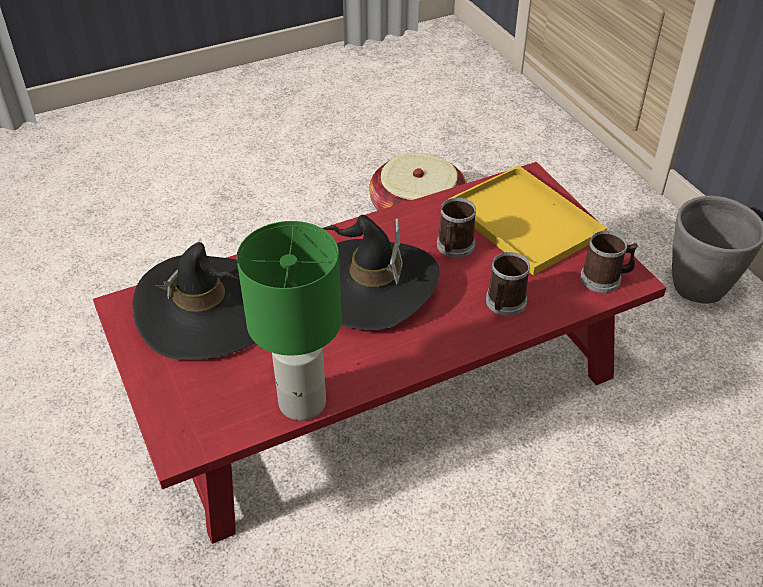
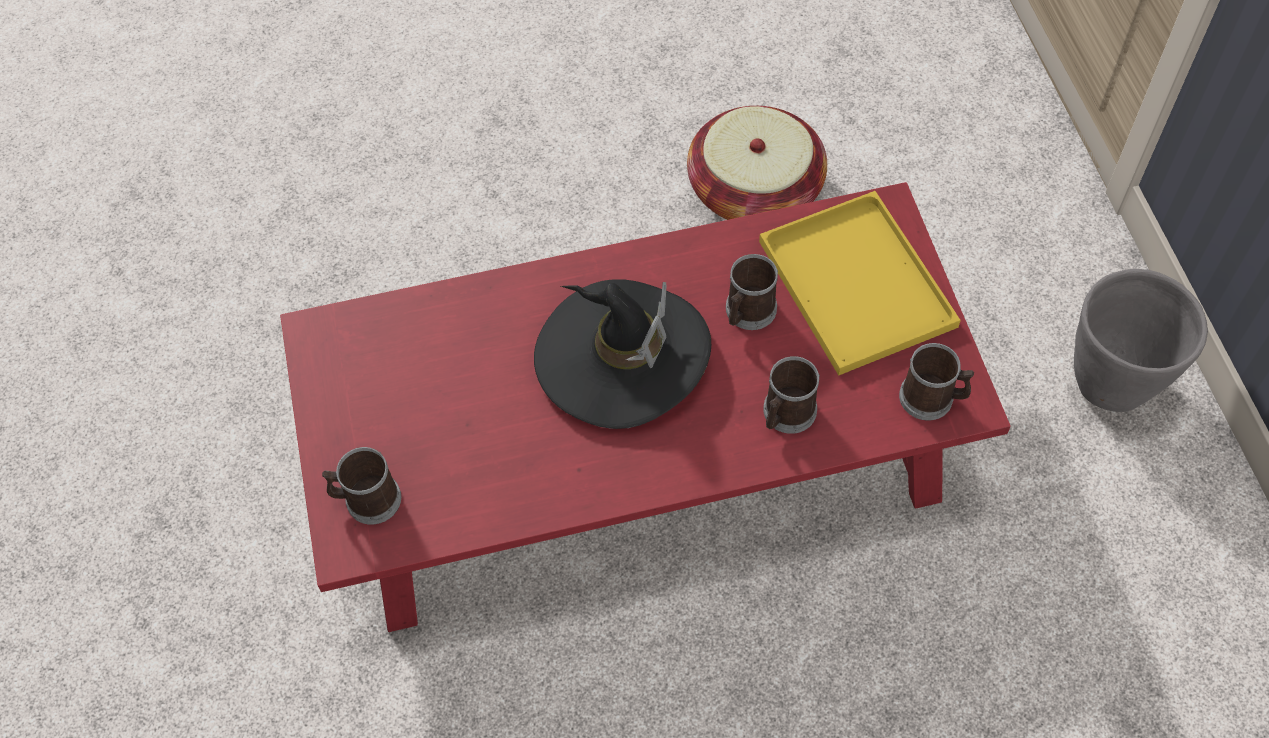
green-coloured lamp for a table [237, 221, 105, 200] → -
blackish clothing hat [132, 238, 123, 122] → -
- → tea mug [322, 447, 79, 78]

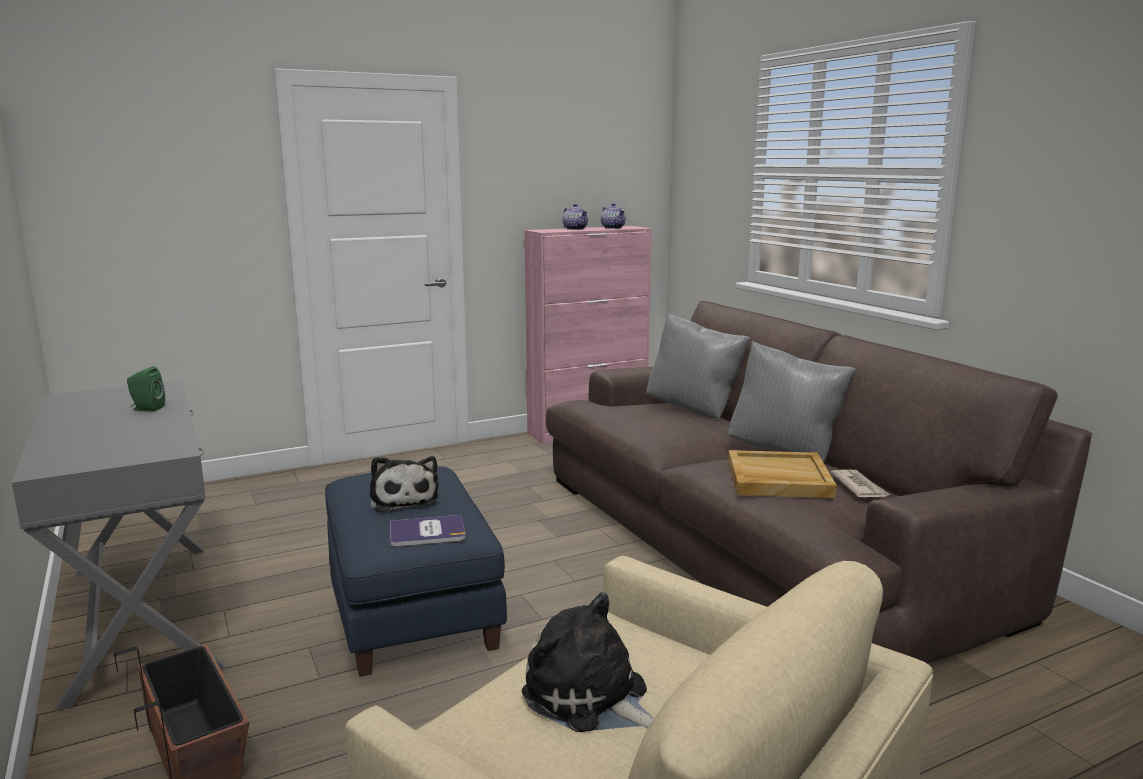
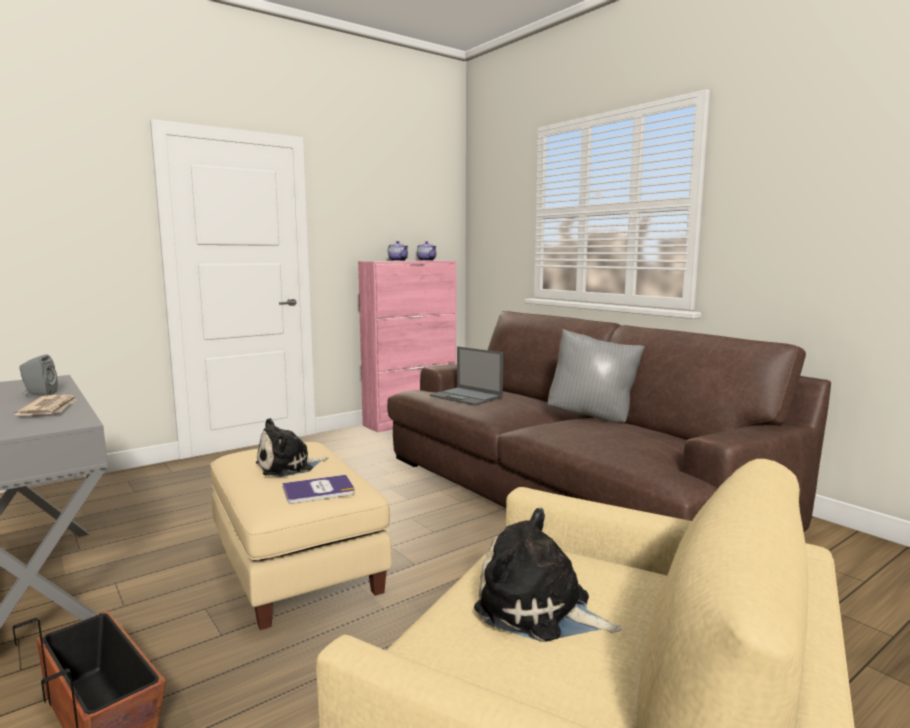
gray pillow [646, 313, 104, 106] → -
green-coloured audio speaker [127, 366, 38, 46] → gray audio speaker [20, 354, 38, 43]
sand-coloured carrying tray [728, 450, 109, 48] → -
cuddly toy [370, 456, 69, 57] → cuddly toy [256, 418, 72, 59], 90 degrees clockwise
bluish footrest [325, 466, 182, 211] → sand-coloured footrest [210, 442, 182, 188]
daily paper [831, 470, 59, 27] → daily paper [14, 395, 63, 20], move
- → laptop [430, 346, 73, 60]

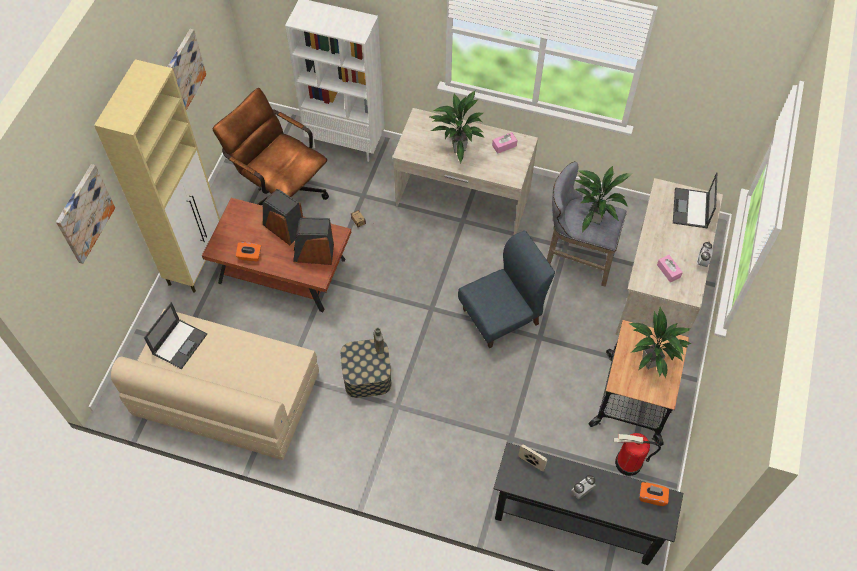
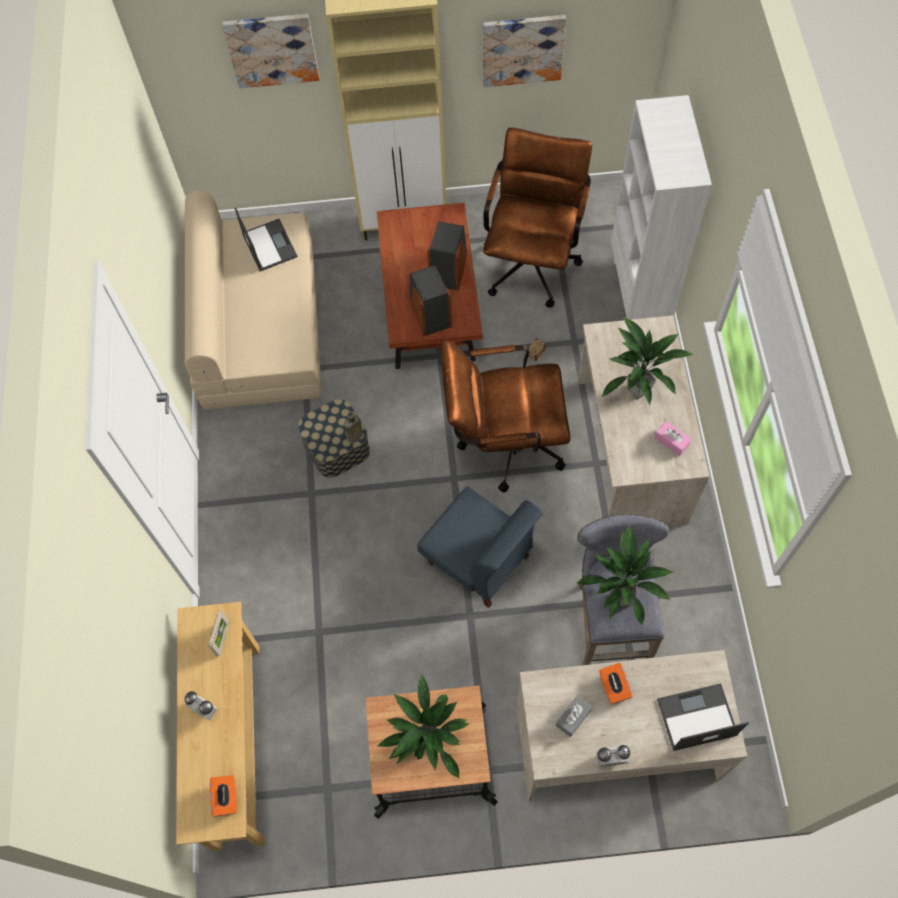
orange tissue box [236, 242, 25, 20] → orange tissue box [599, 663, 34, 41], move
pink-coloured tissue box [657, 255, 26, 28] → gray tissue box [556, 695, 36, 42]
laptop [144, 302, 63, 67] → laptop [235, 208, 63, 63], 120 degrees counterclockwise
fire-fighting cylinder [614, 433, 47, 43] → -
blackish narrow table [494, 443, 189, 122] → sand-coloured narrow table [176, 602, 89, 249]
- → brown office chair [441, 339, 129, 153]

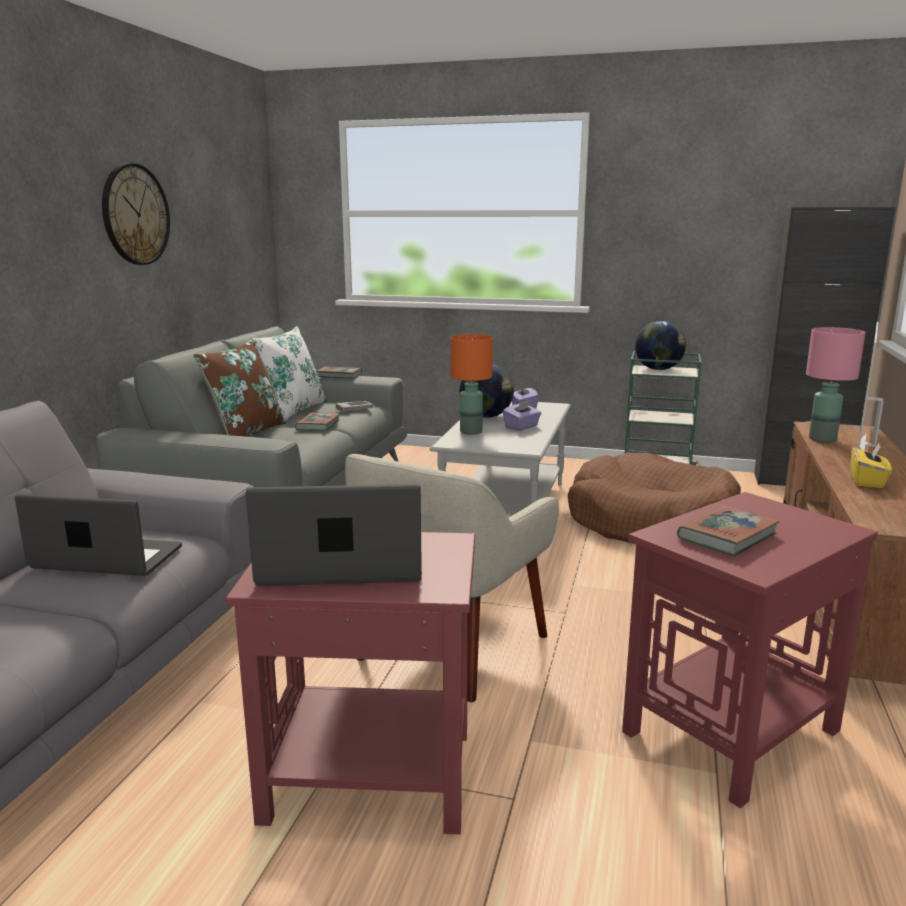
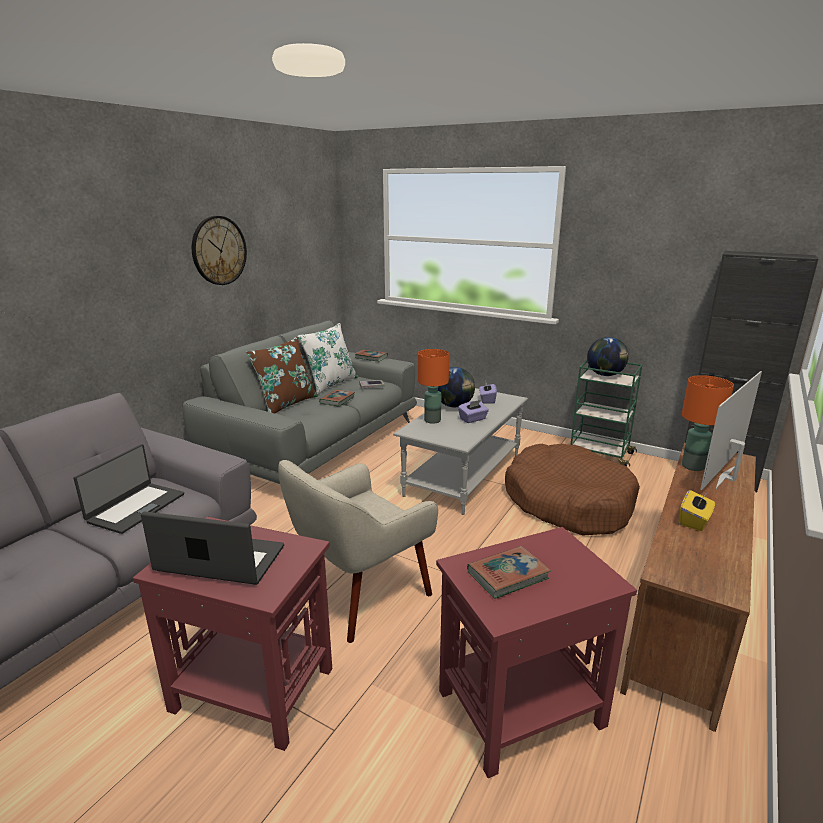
pink-coloured lamp for a table [806, 327, 60, 115] → orange lamp for a table [682, 375, 52, 96]
laptop [15, 494, 167, 82] → laptop [74, 444, 110, 90], 90 degrees clockwise

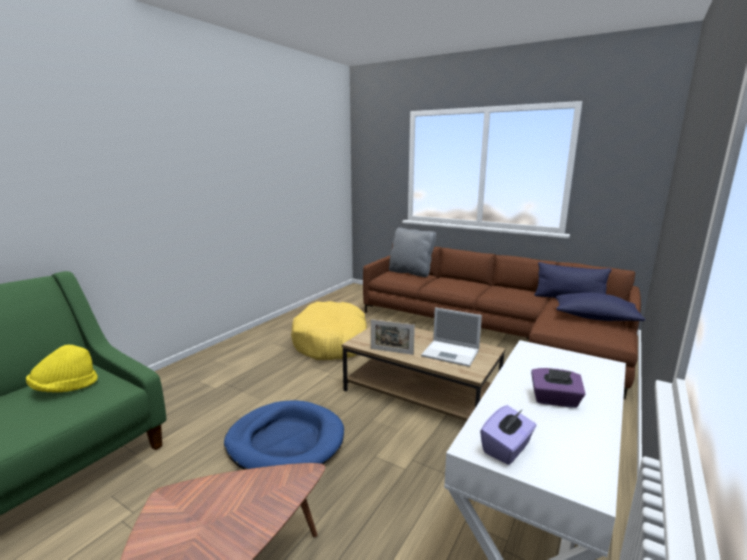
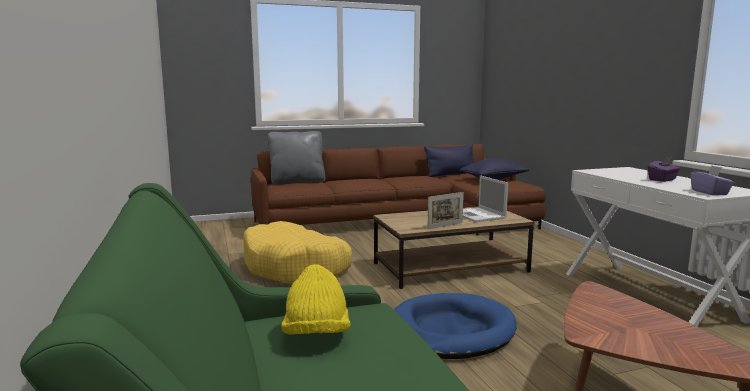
laptop [421, 307, 61, 60] → laptop [463, 175, 45, 47], 90 degrees clockwise

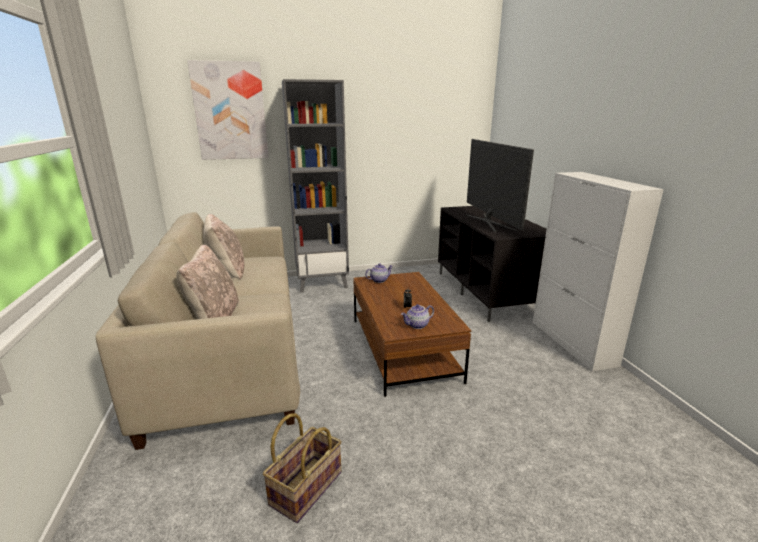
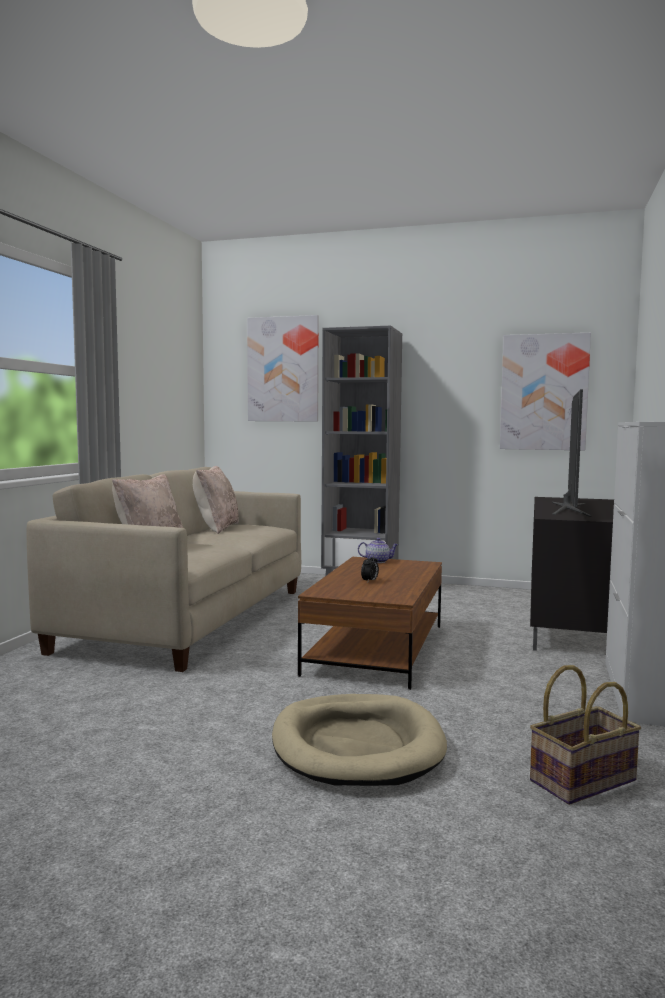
tea pot [401, 304, 33, 25] → -
basket [263, 413, 78, 110] → basket [530, 665, 111, 140], move
- → wall art [500, 333, 91, 117]
- → sand-coloured dog cushion [272, 694, 175, 92]

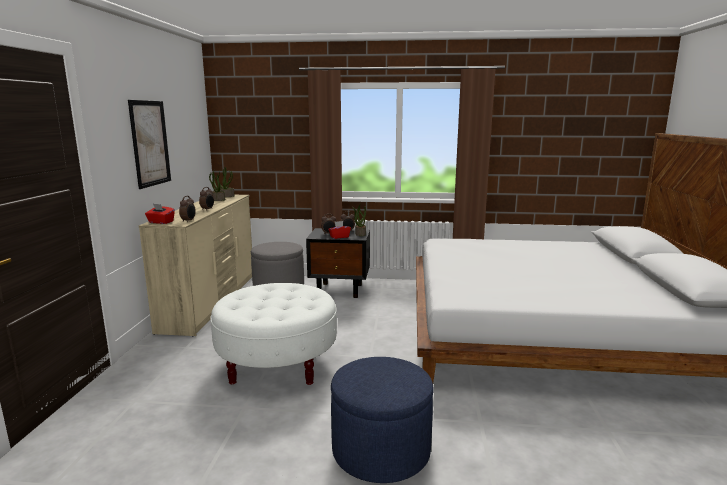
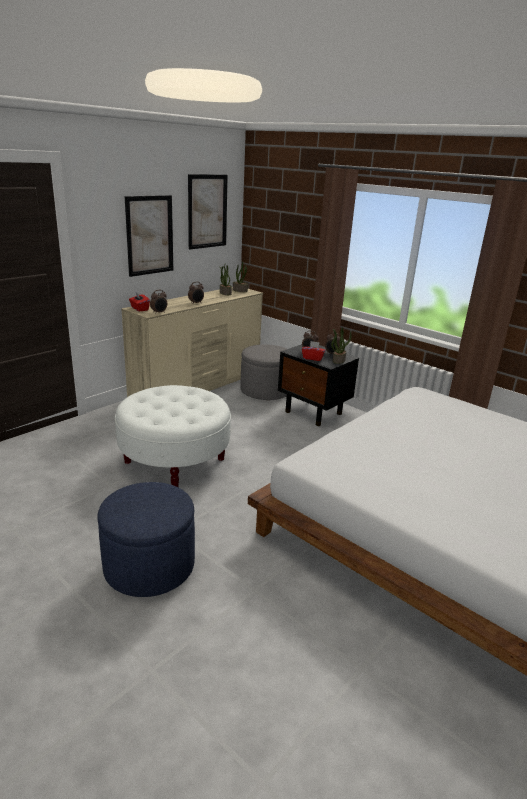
- → wall art [188, 174, 40, 75]

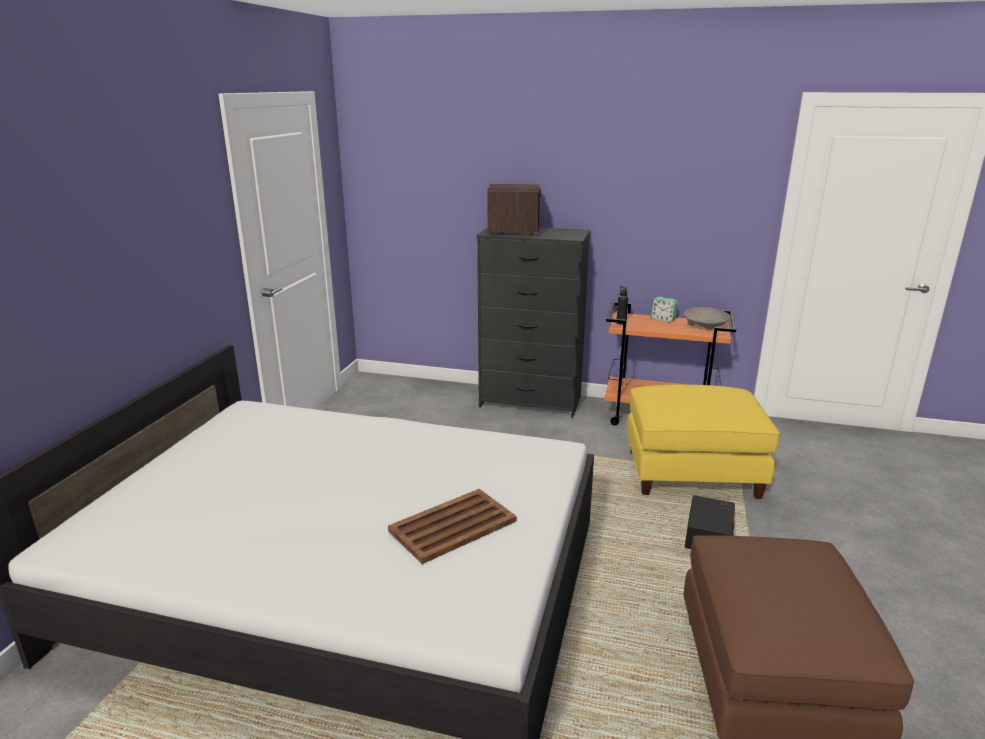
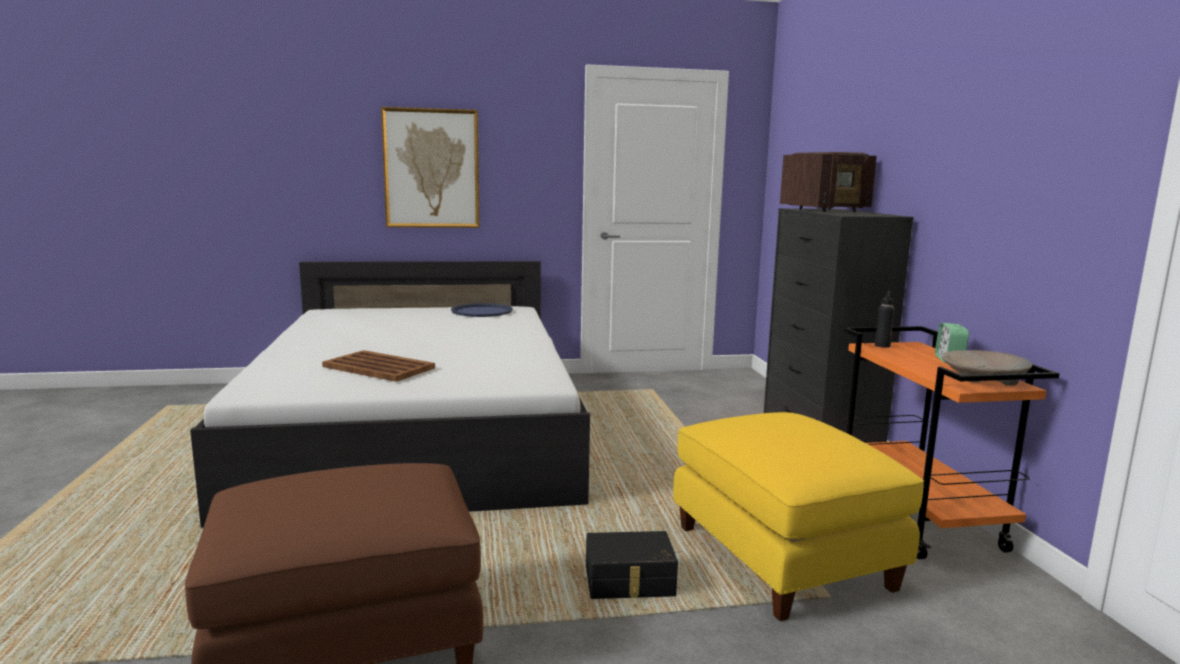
- → wall art [381, 107, 99, 121]
- → bluish carrying tray [451, 303, 62, 14]

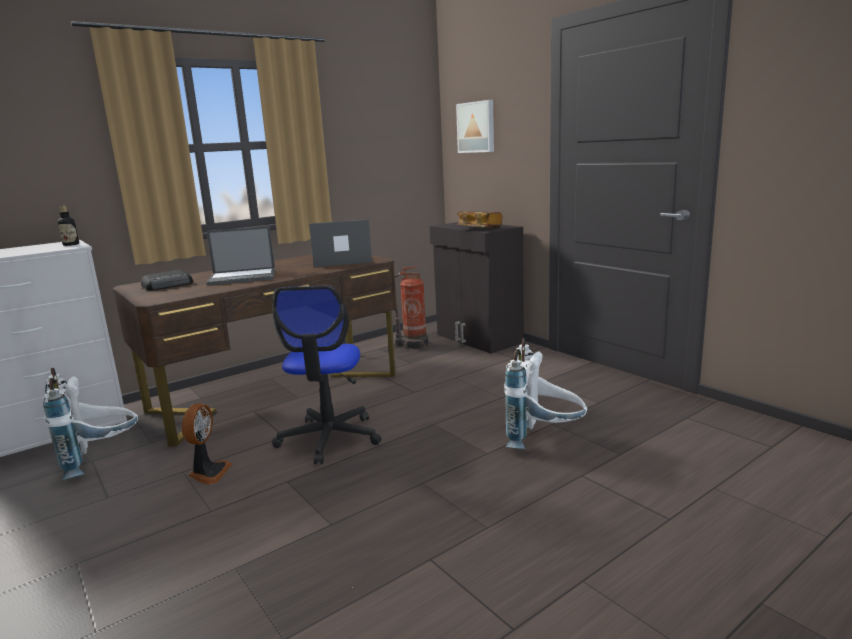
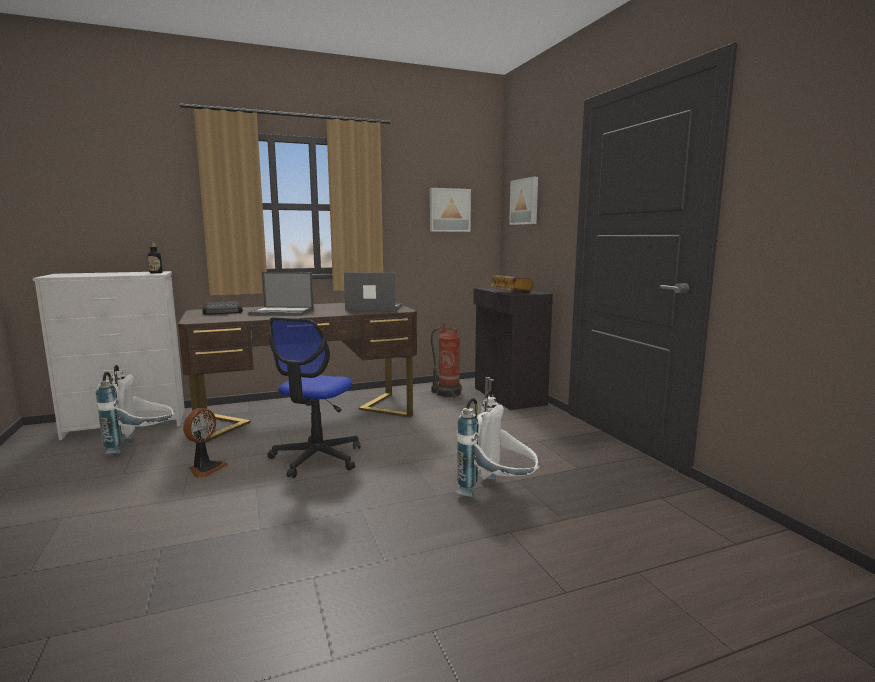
- → wall art [430, 188, 41, 44]

